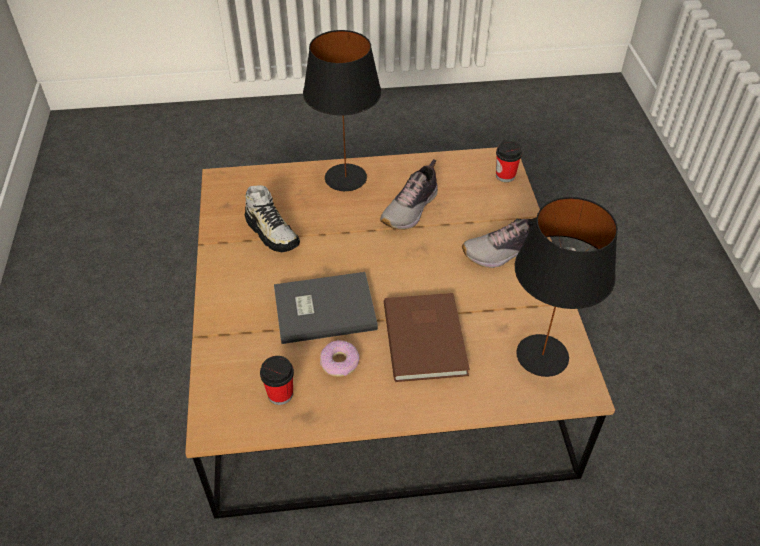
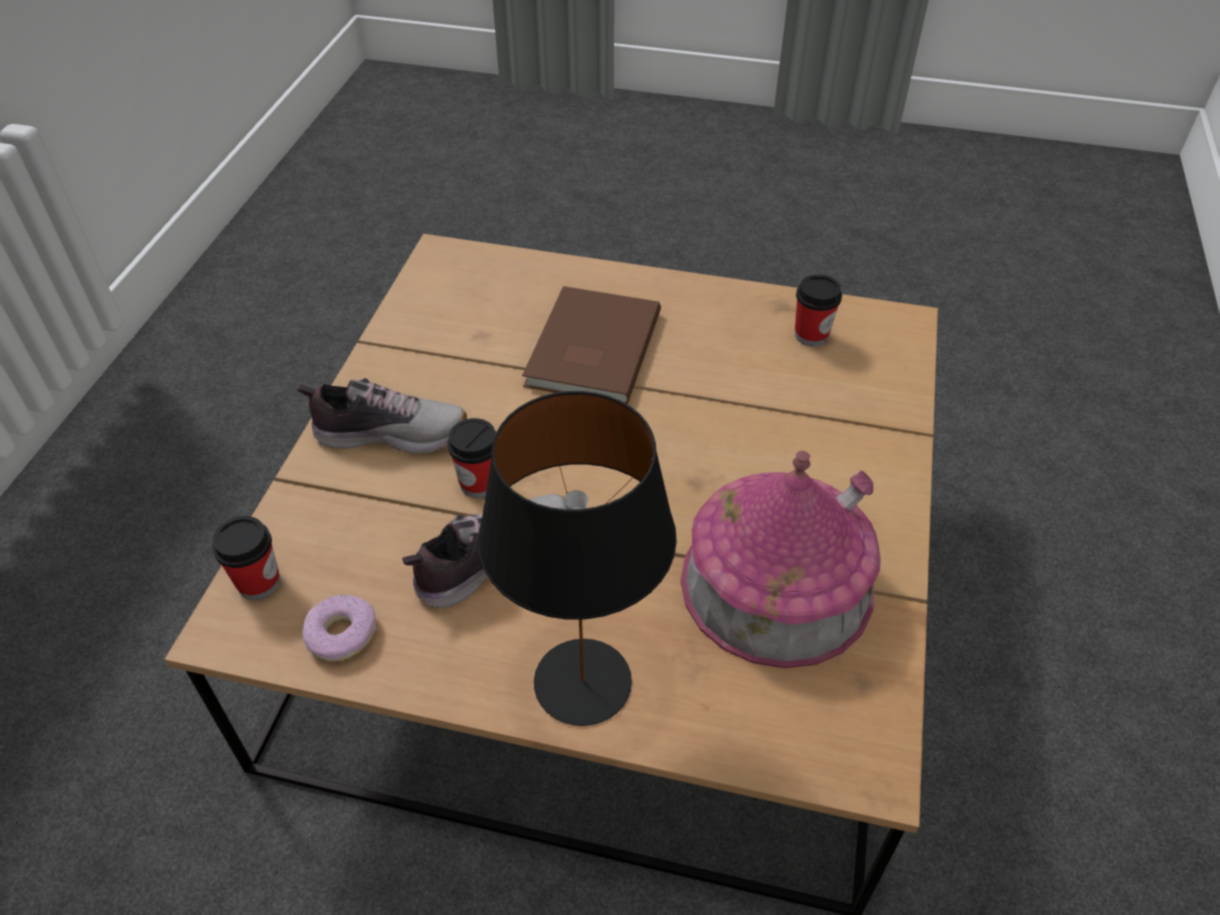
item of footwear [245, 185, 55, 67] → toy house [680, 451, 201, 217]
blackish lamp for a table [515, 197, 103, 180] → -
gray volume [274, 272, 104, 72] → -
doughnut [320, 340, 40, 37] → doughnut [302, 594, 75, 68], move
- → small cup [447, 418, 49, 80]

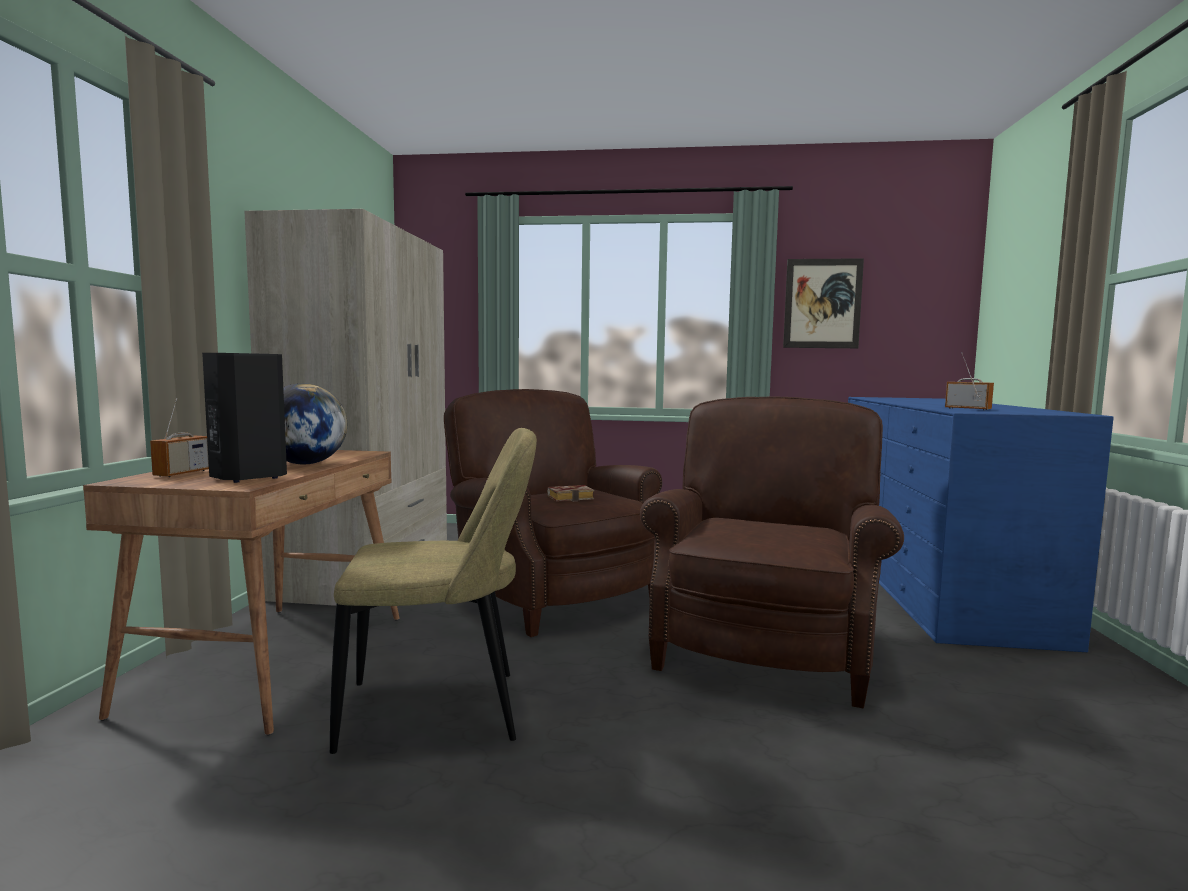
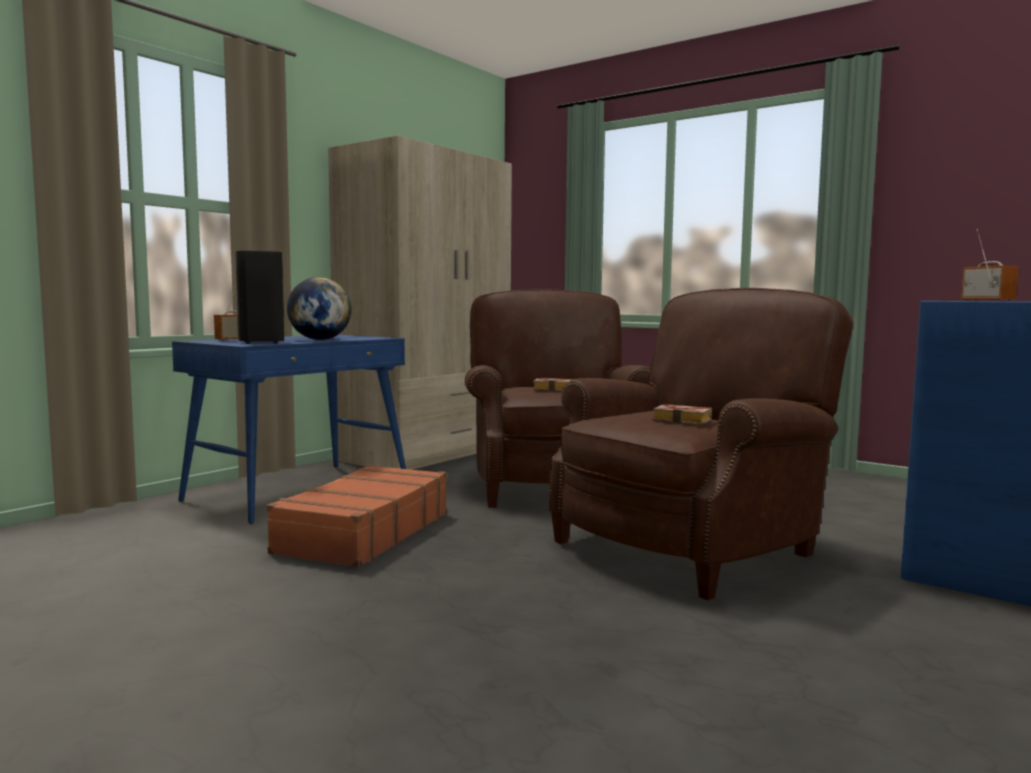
wall art [783, 258, 81, 90] → -
sand-coloured upright chair [330, 428, 207, 326] → brown travel case [266, 465, 181, 103]
brown desk unit [83, 450, 317, 285] → bluish desk unit [172, 335, 234, 189]
- → volume [652, 404, 60, 21]

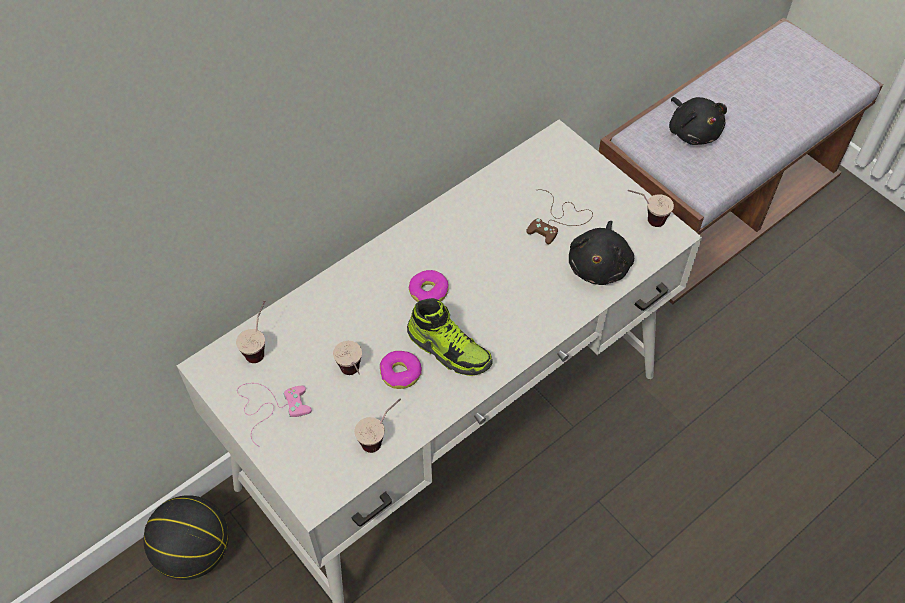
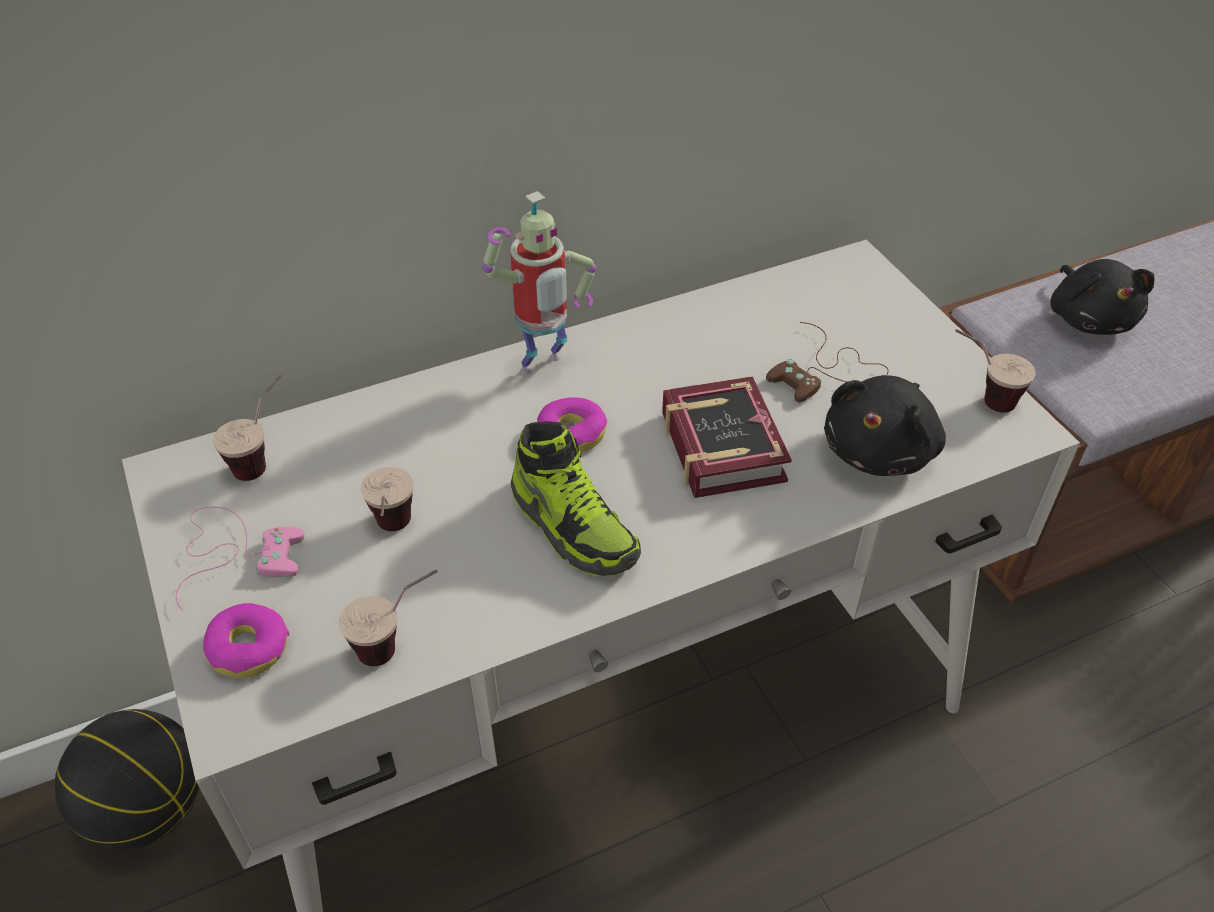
doughnut [380, 351, 42, 38] → doughnut [203, 603, 87, 75], move
- → robot figure [482, 191, 114, 184]
- → volume [662, 376, 130, 122]

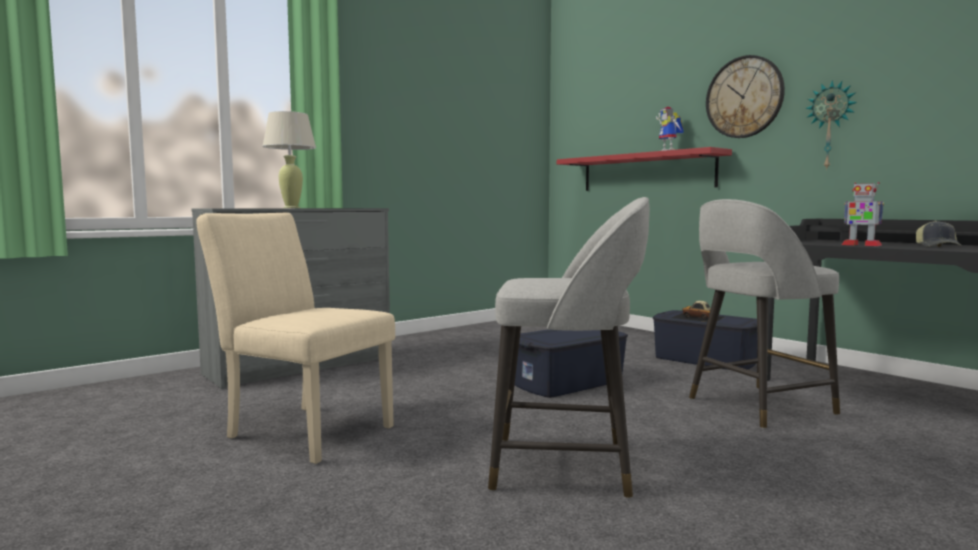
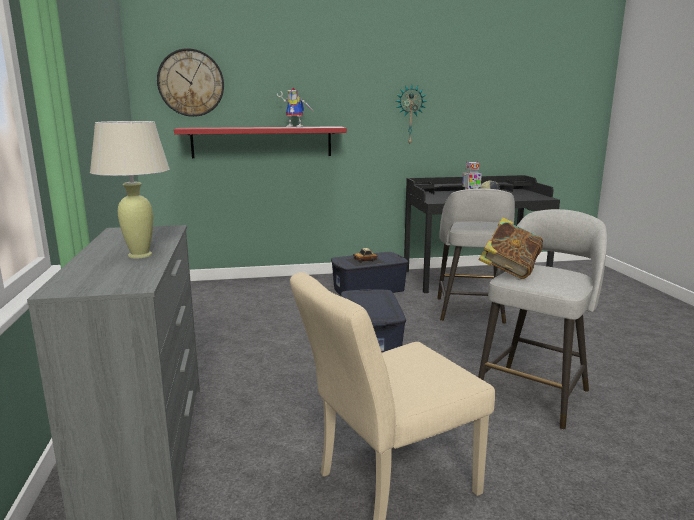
hanging clock [706, 55, 79, 83] → hanging clock [157, 48, 67, 69], move
- → volume [479, 217, 64, 62]

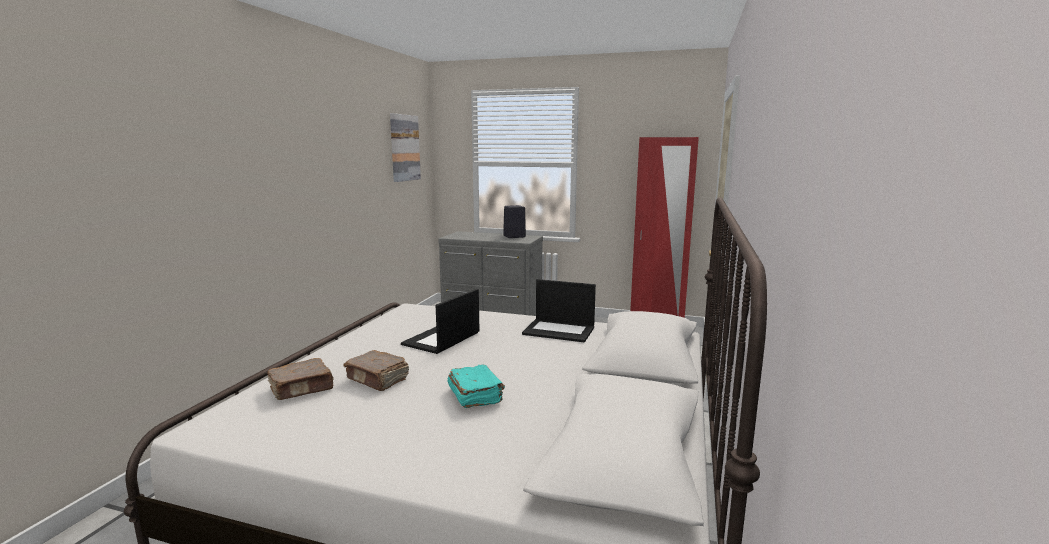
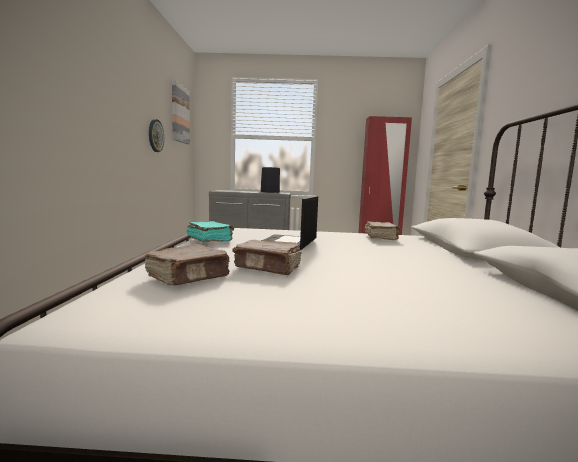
laptop [522, 279, 74, 63] → brown volume [364, 221, 37, 19]
turquoise-coloured volume [447, 364, 58, 44] → turquoise-coloured volume [187, 221, 47, 21], move
- → hanging clock [149, 119, 15, 33]

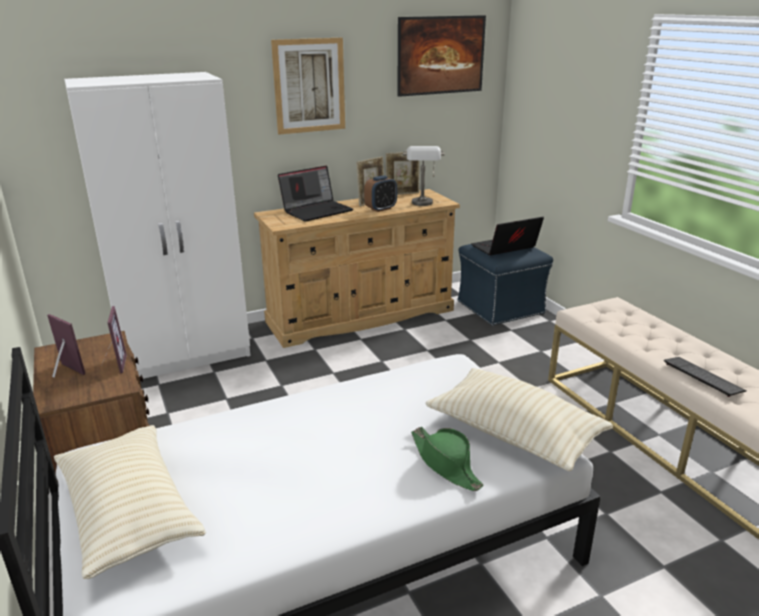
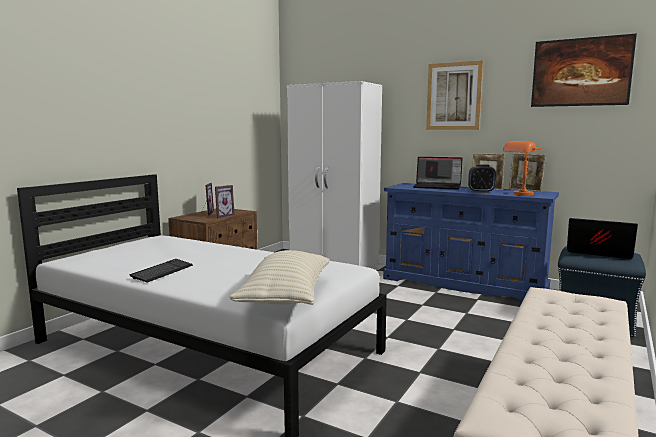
gray lamp for a table [403, 146, 42, 60] → orange lamp for a table [503, 141, 39, 55]
sand-coloured drawer chest [254, 189, 206, 159] → bluish drawer chest [383, 183, 176, 118]
PC keyboard [664, 357, 83, 40] → PC keyboard [130, 259, 63, 24], move
sand-coloured pillow [54, 425, 152, 154] → -
green-coloured clothing hat [411, 427, 72, 64] → -

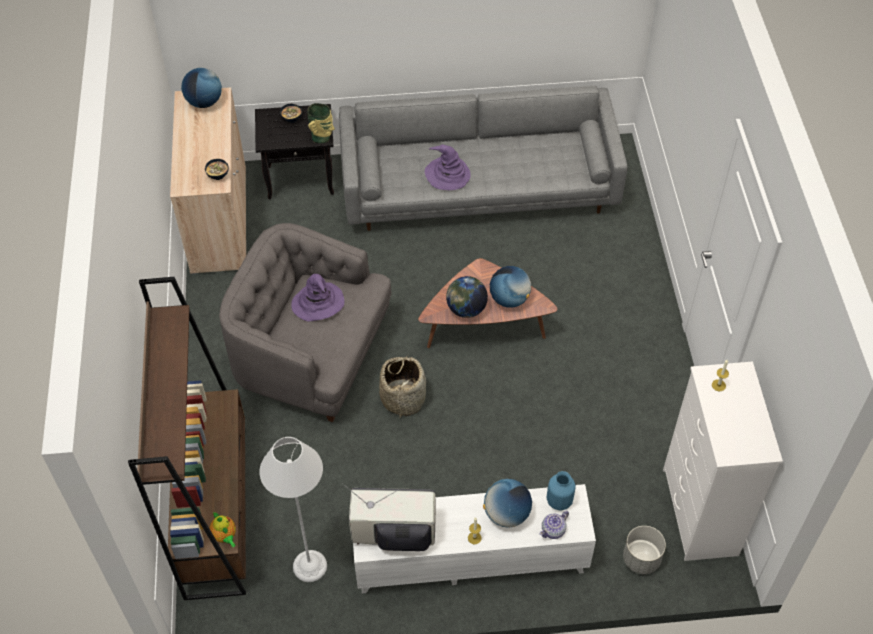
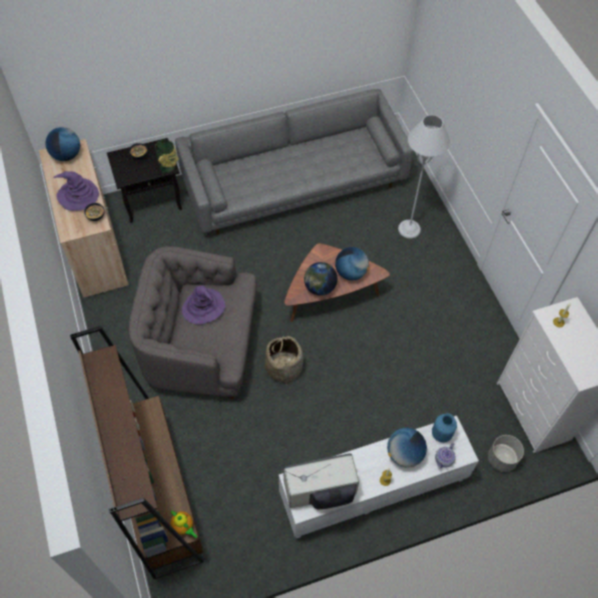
purple-coloured clothing hat [425, 144, 46, 46] → purple-coloured clothing hat [53, 171, 46, 40], move
gray standard lamp [259, 437, 68, 145] → gray standard lamp [398, 115, 52, 124], move

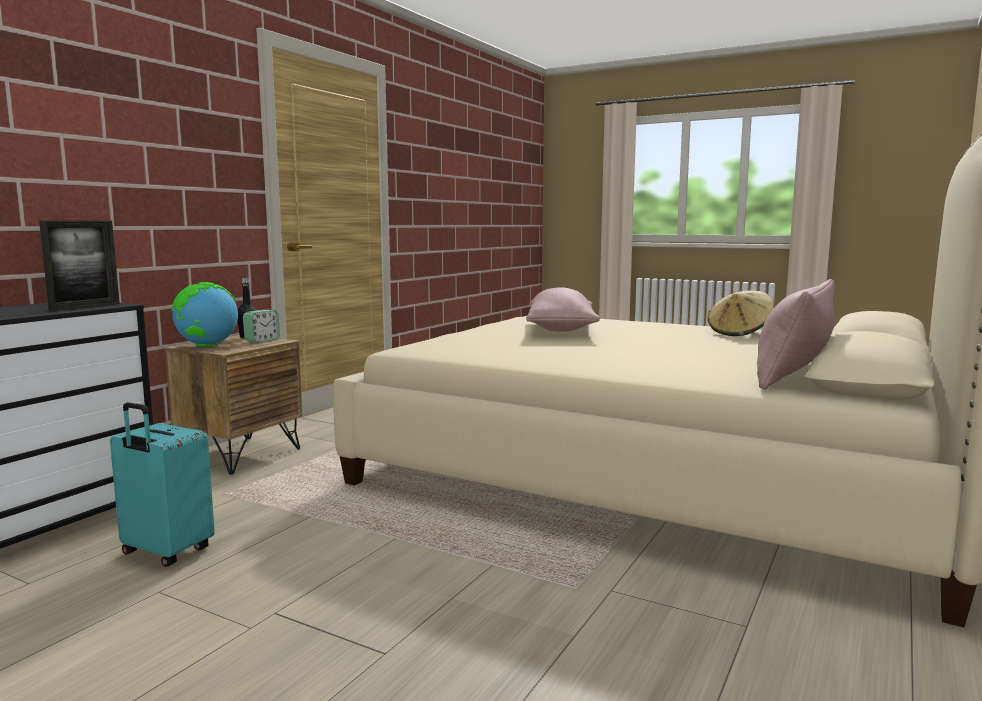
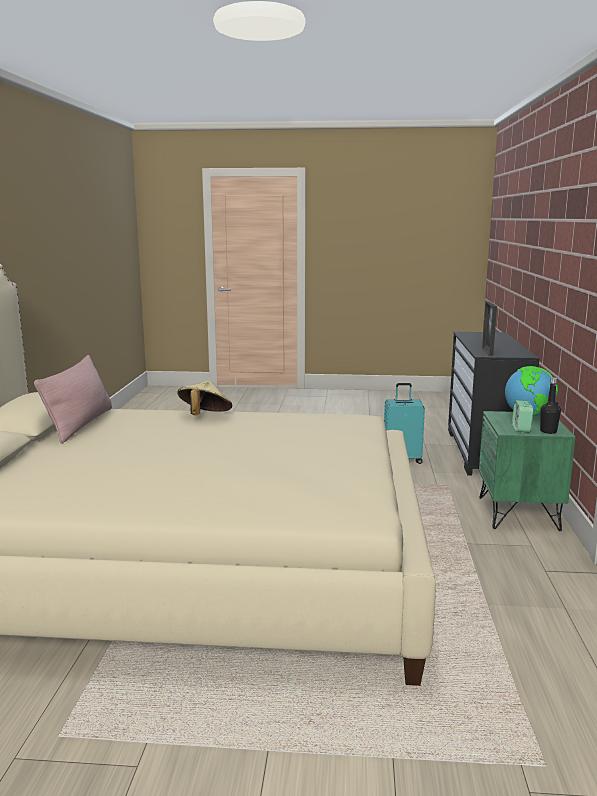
pink-coloured pillow [526, 287, 74, 45] → -
sand-coloured clothing hat [708, 290, 67, 46] → sand-coloured clothing hat [177, 380, 55, 35], move
brown nightstand [165, 335, 137, 140] → green-coloured nightstand [479, 411, 97, 120]

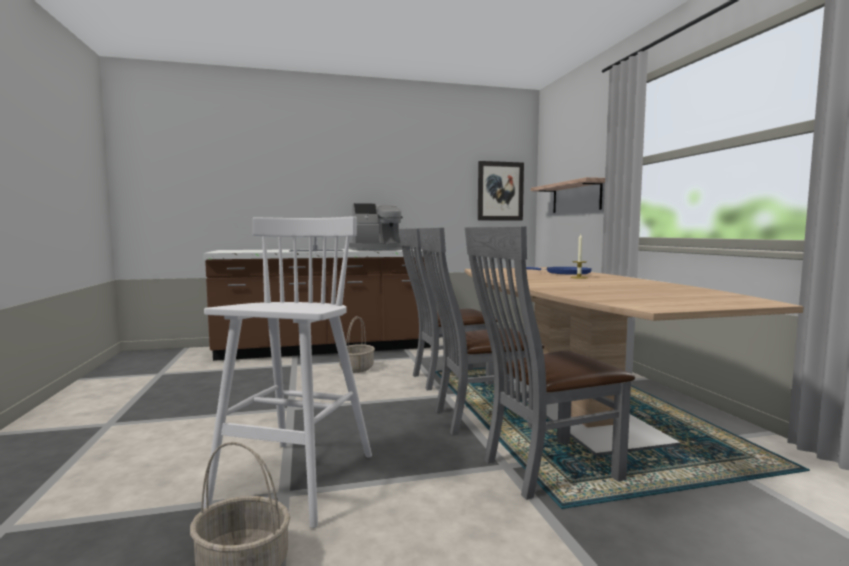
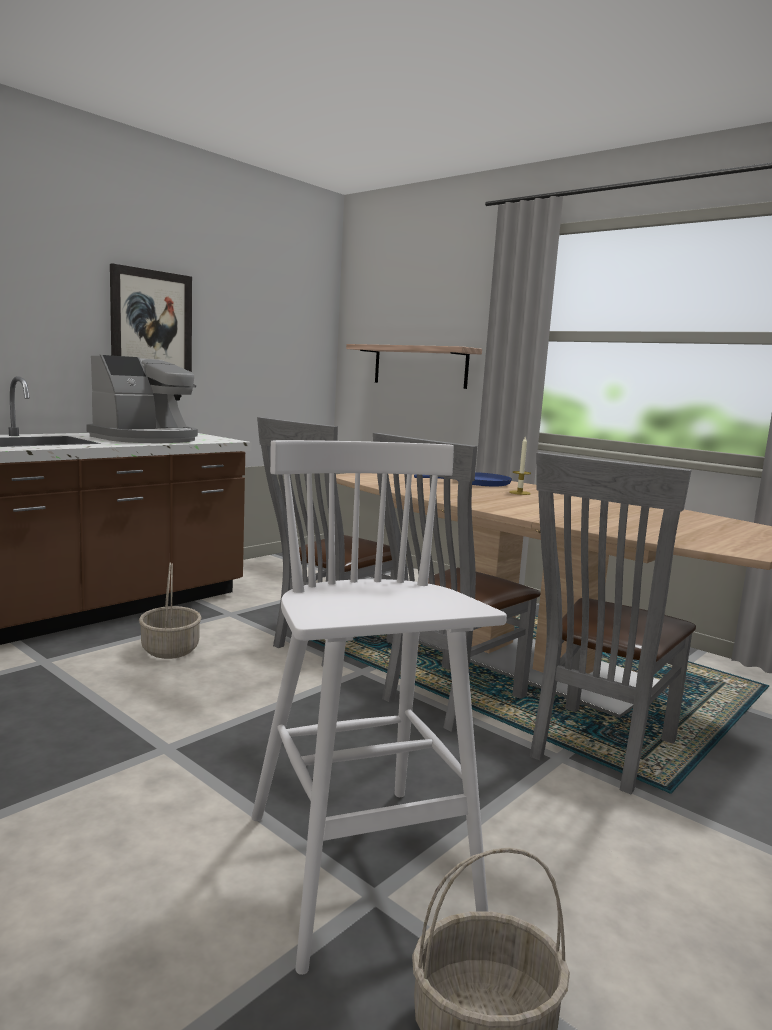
wall art [478, 161, 46, 60] → wall art [110, 263, 82, 109], move

